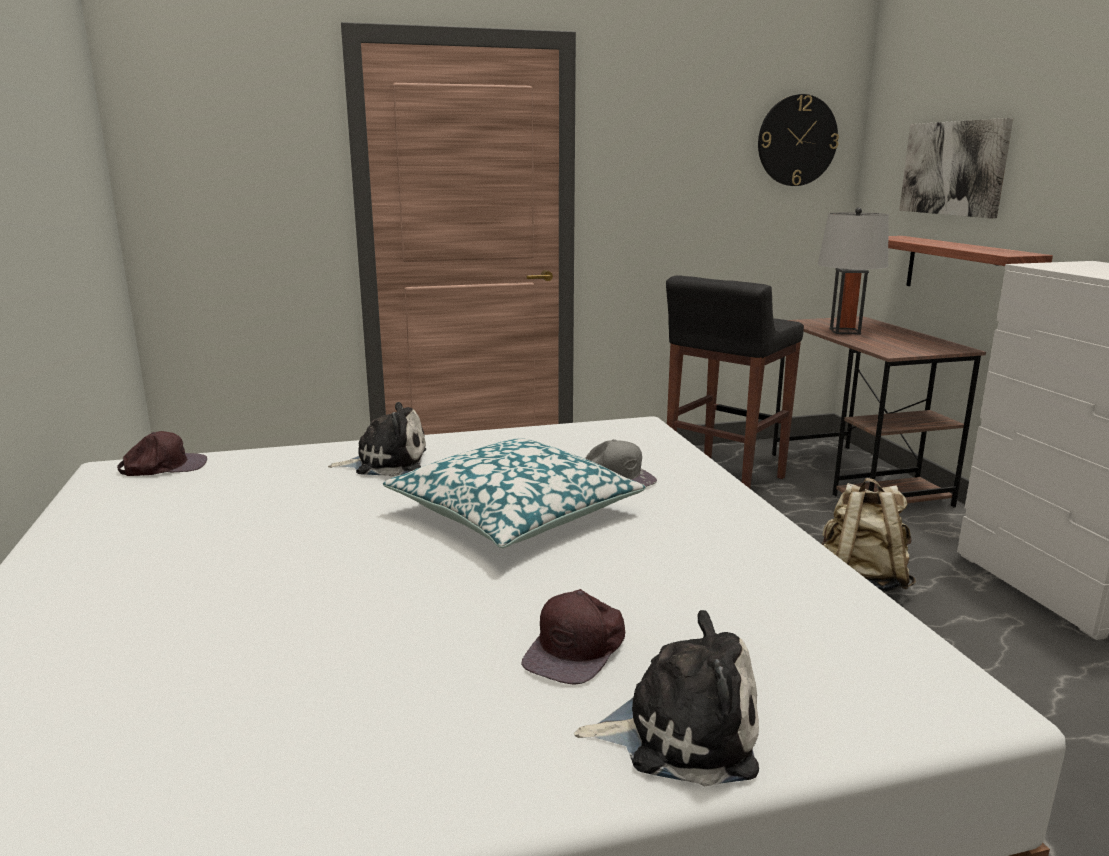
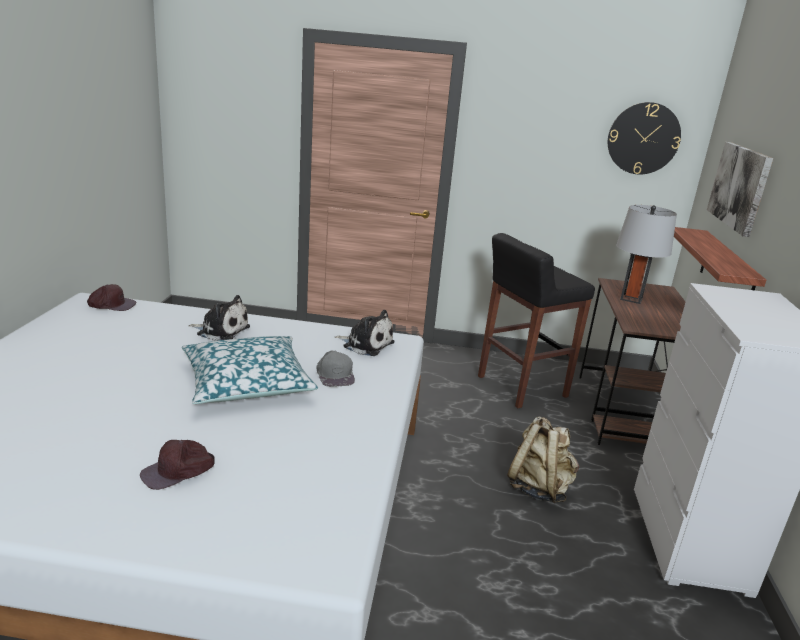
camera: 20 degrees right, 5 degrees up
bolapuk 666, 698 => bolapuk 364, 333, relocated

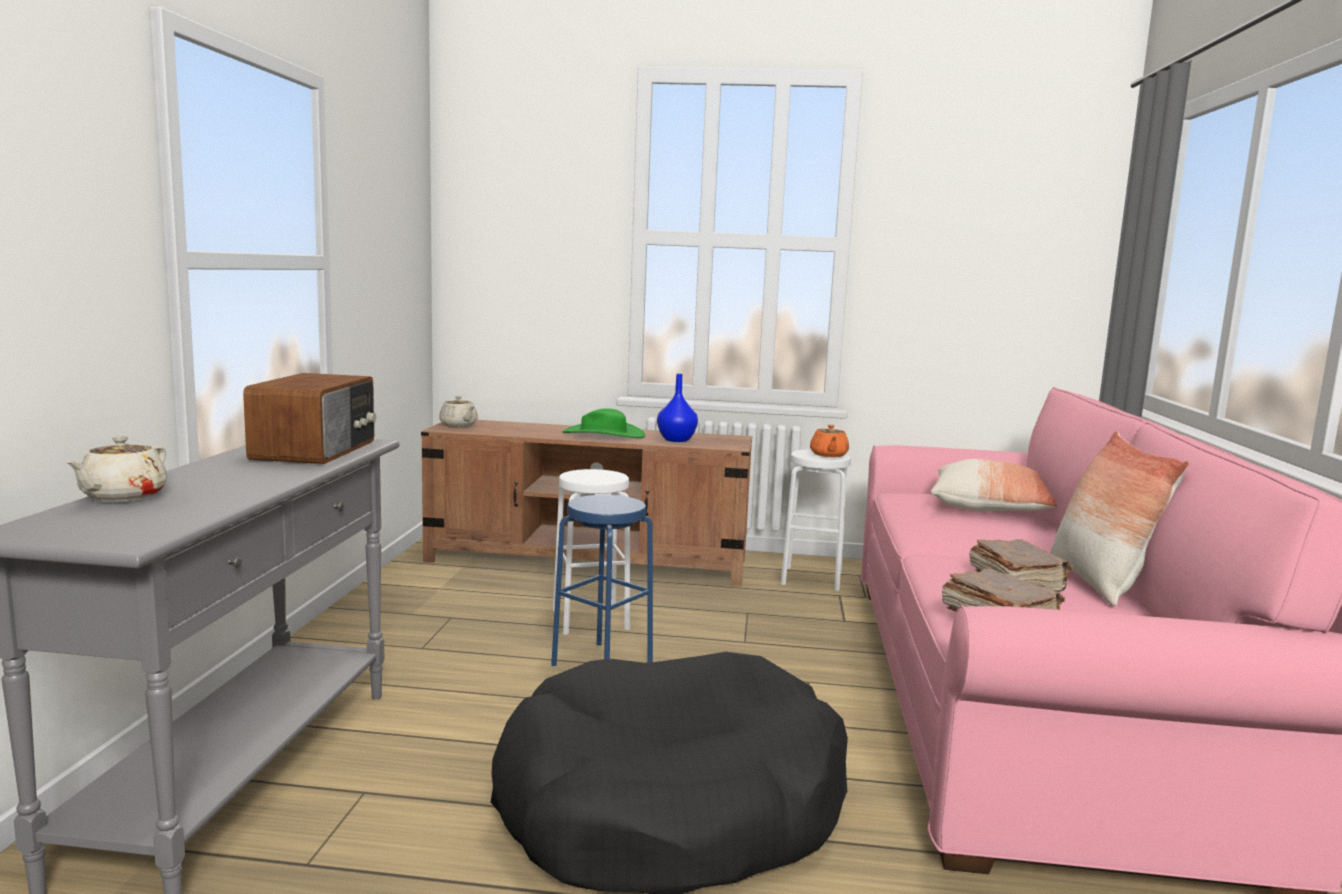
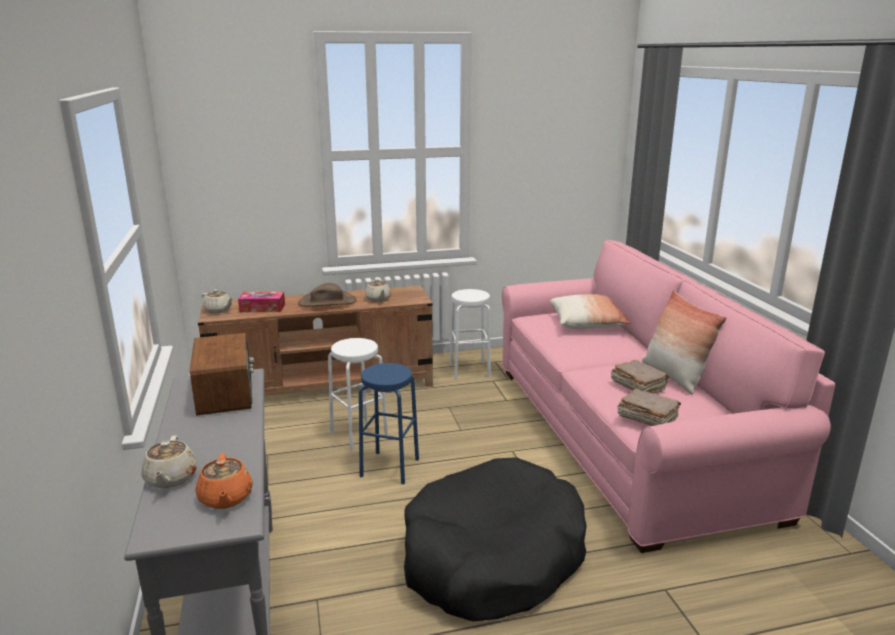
camera: 20 degrees left, 10 degrees up
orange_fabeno 829, 441 => orange_fabeno 224, 481, relocated
nothing => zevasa 261, 302
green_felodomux 603, 423 => brown_felodomux 327, 295
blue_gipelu 677, 408 => beige_fabeno 378, 290

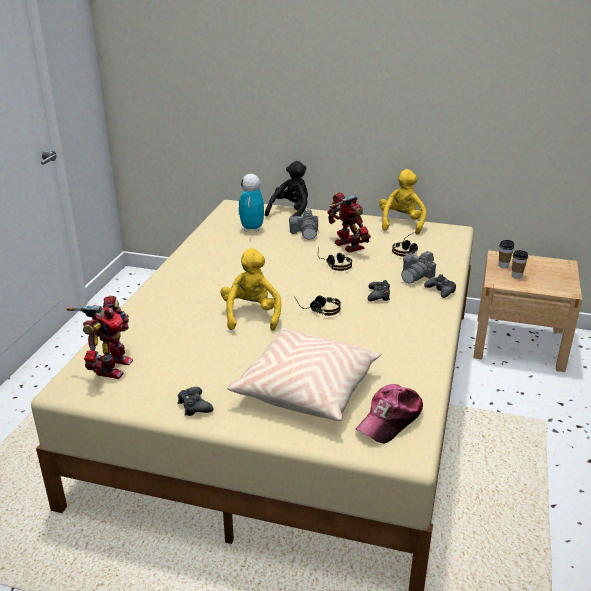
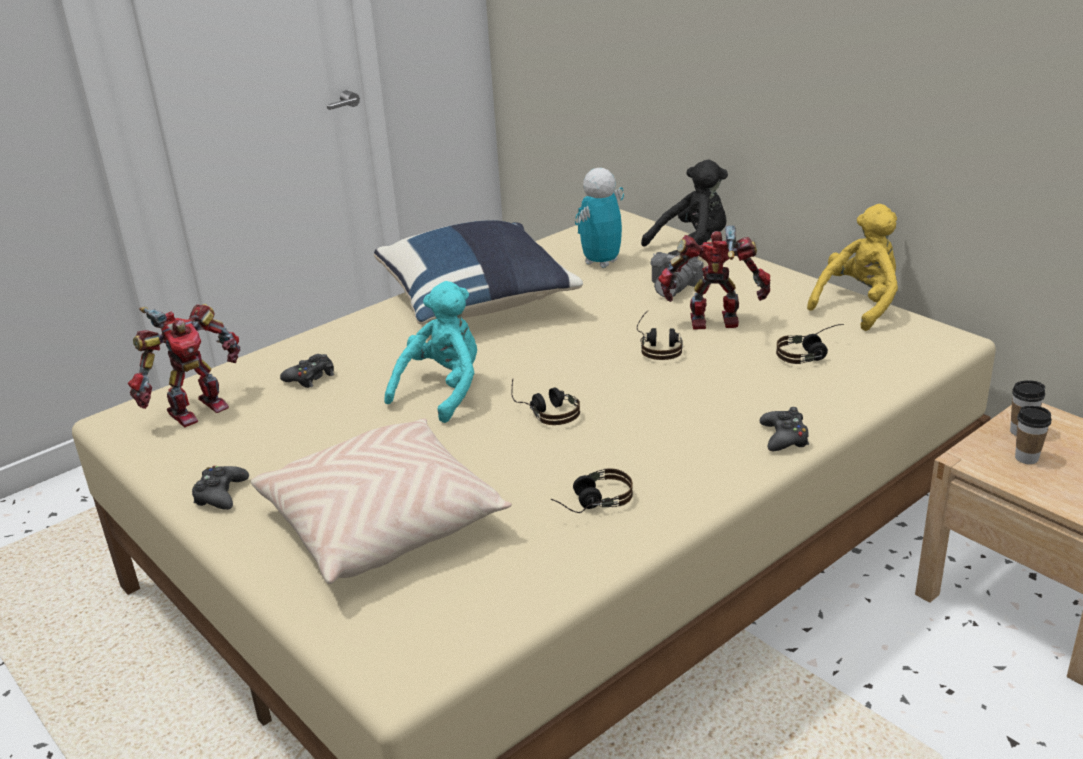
camera: 35 degrees right, 0 degrees up
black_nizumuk 379, 290 => black_nizumuk 307, 371, relocated
nothing => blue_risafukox 478, 272
yellow_bolapuk 251, 289 => turquoise_bolapuk 430, 352
nothing => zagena 592, 490
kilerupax 349, 222 => kilerupax 714, 277, 90 degrees counterclockwise
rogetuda 389, 414 => nothing
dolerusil 418, 267 => nothing

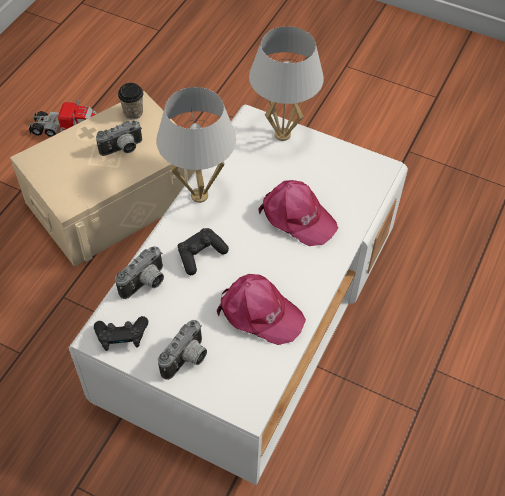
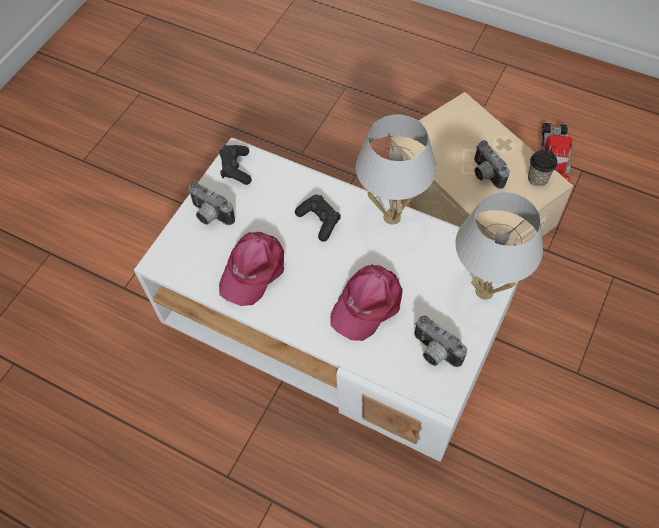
camera: 95 degrees right, 5 degrees up
dolerusil 139, 272 => dolerusil 440, 341, relocated

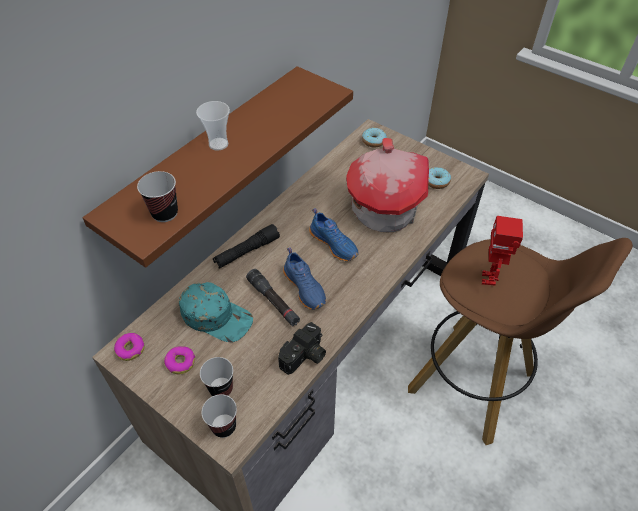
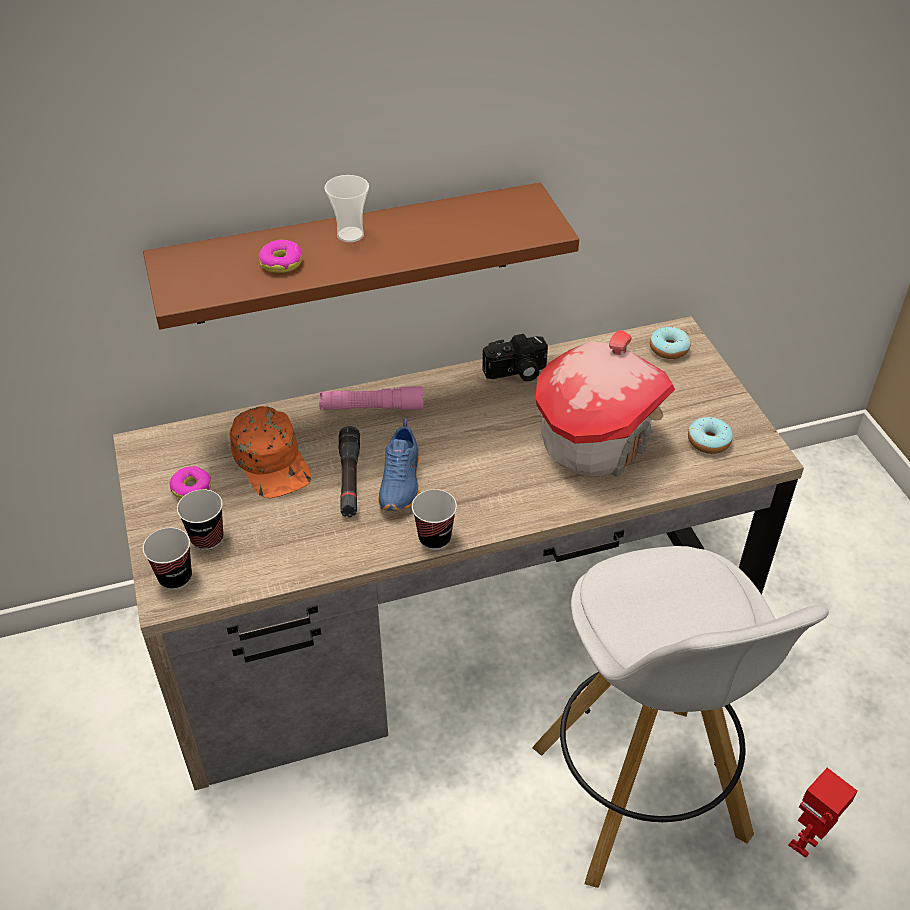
camera: 35 degrees right, 5 degrees down
turquoise_rogetuda 216, 312 => orange_rogetuda 270, 452
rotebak 129, 347 => rotebak 280, 256, relocated
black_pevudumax 246, 246 => pink_pevudumax 371, 398
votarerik 157, 196 => votarerik 434, 519, relocated
dolerusil 302, 348 => dolerusil 515, 357, relocated
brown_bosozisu 520, 341 => white_bosozisu 680, 717
kilerupax 502, 250 => kilerupax 823, 813, relocated
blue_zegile 334, 234 => nothing

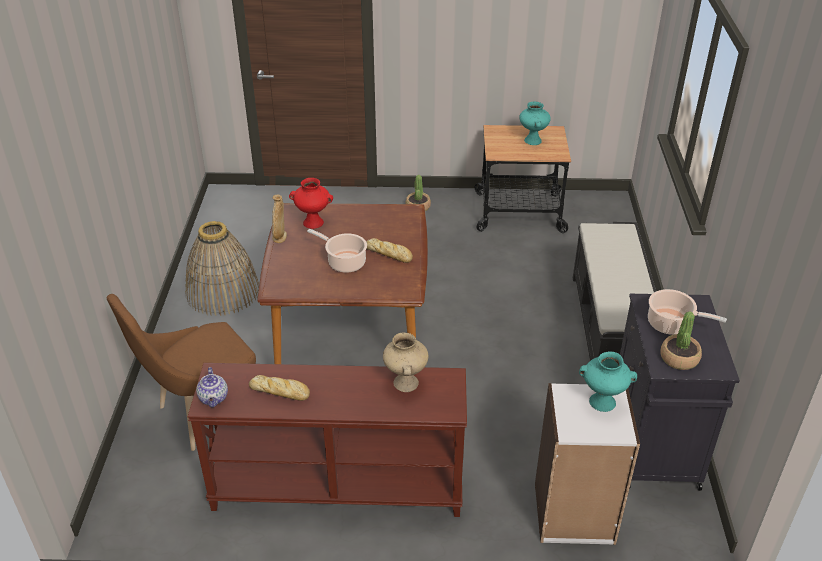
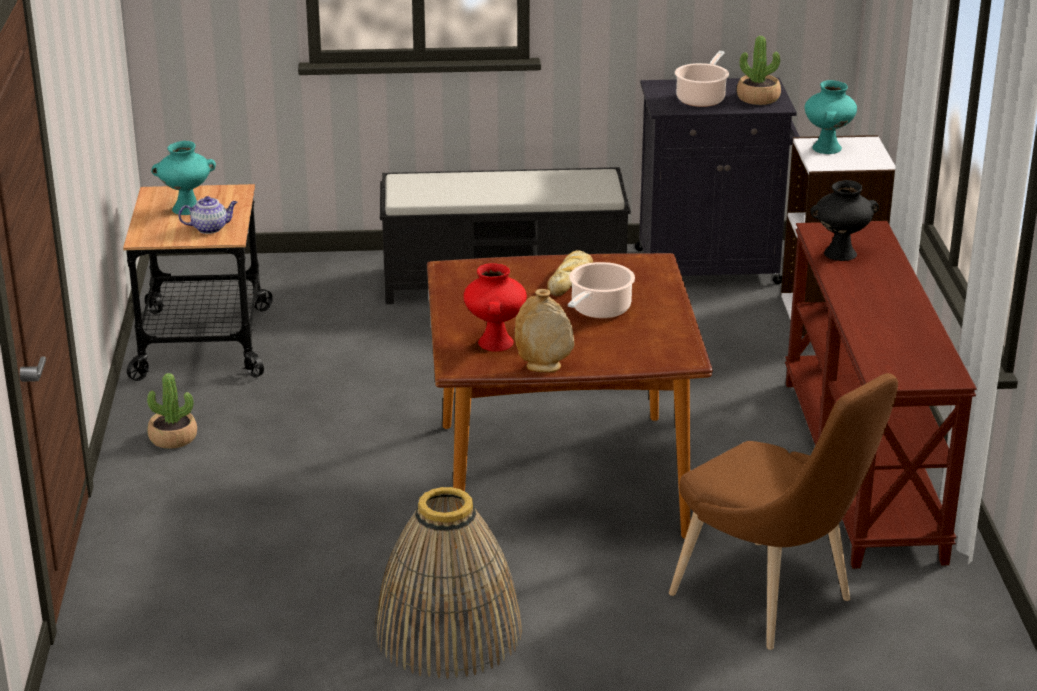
camera: 95 degrees left, 10 degrees down
fabeno 212, 387 => fabeno 207, 215, relocated
beige_gipelu 405, 362 => black_gipelu 844, 220
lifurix 279, 388 => nothing

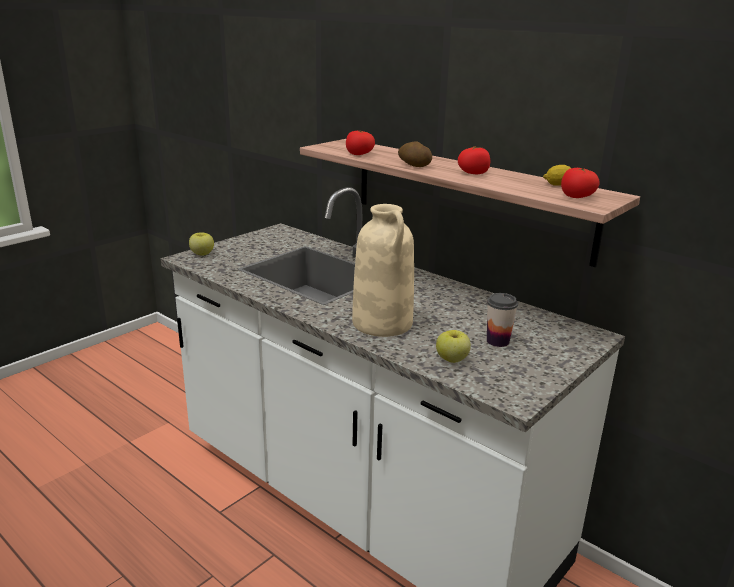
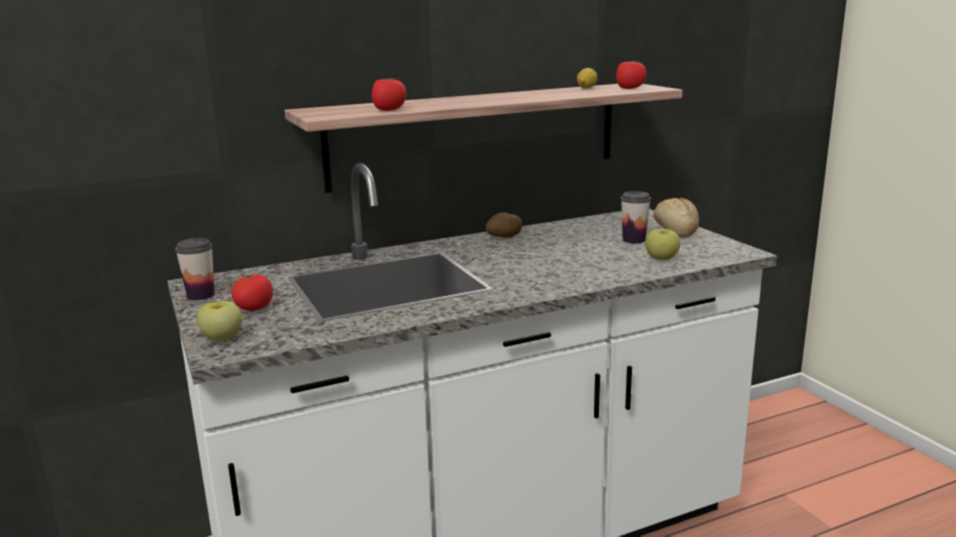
camera: 65 degrees left, 5 degrees down
nothing => votarerik 195, 269
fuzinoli 474, 160 => fuzinoli 252, 292, relocated
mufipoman 415, 154 => mufipoman 503, 225, relocated
nothing => lifurix 676, 217
beige_gipelu 383, 270 => nothing

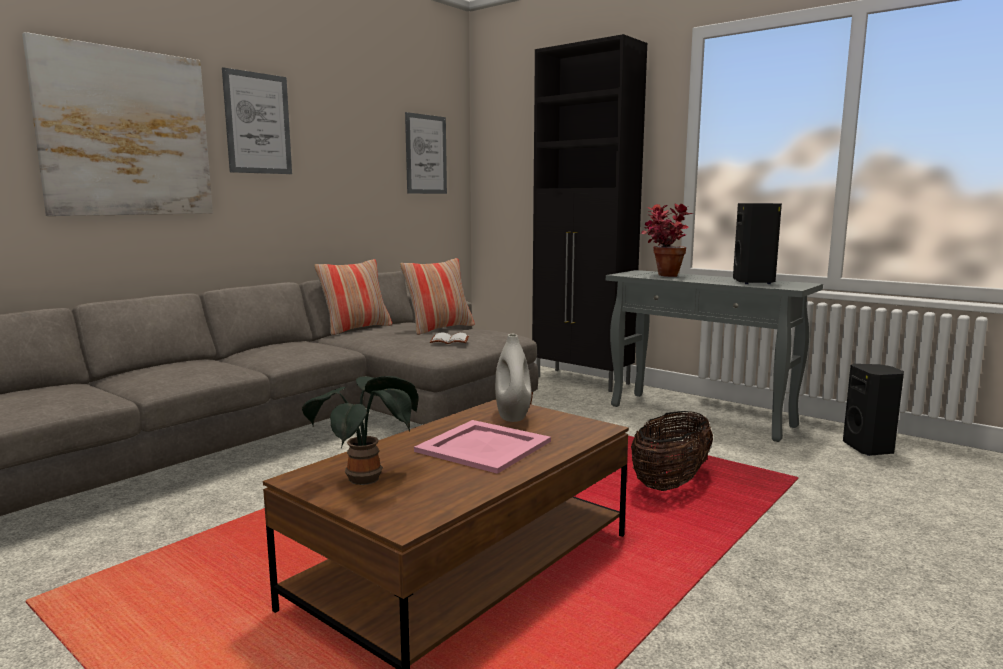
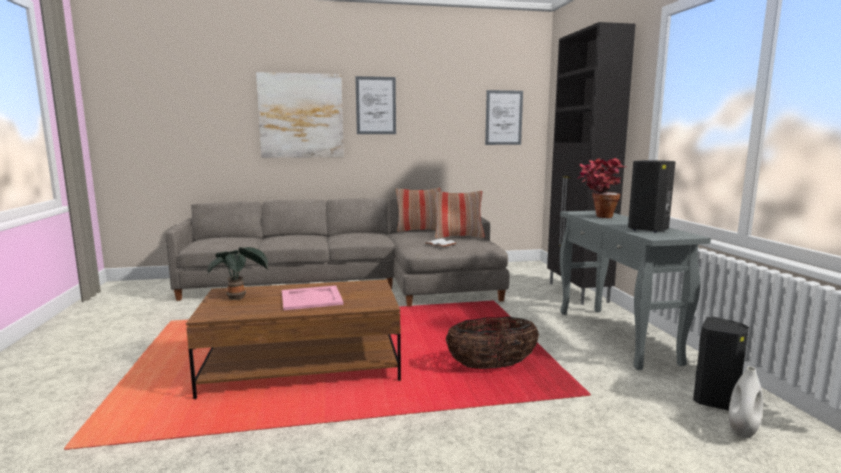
camera: 40 degrees right, 0 degrees up
white_gipelu 513, 378 => white_gipelu 746, 402, relocated

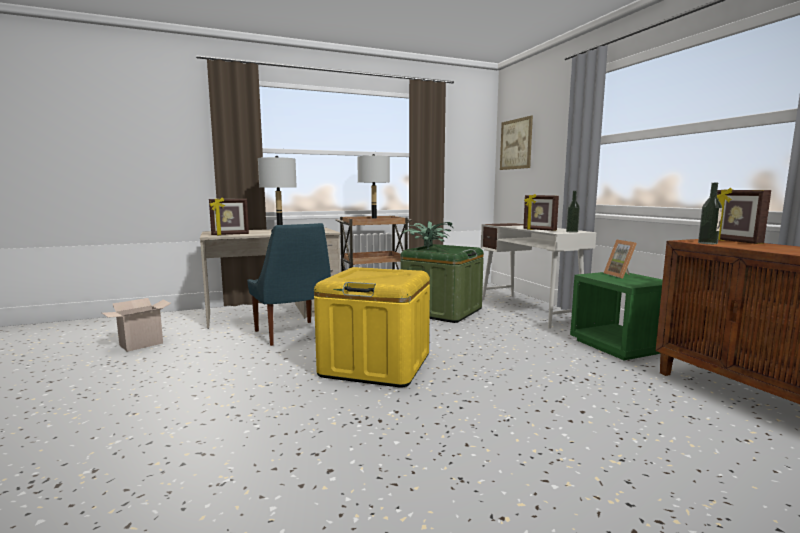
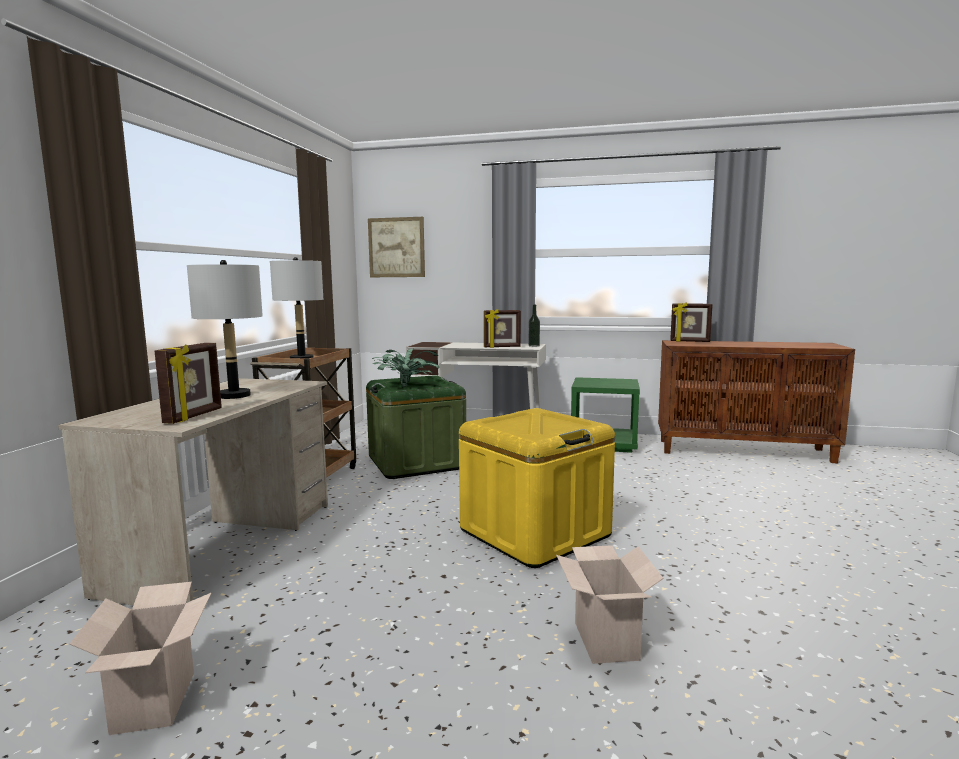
camera: 55 degrees left, 0 degrees up
nothing => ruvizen 610, 604
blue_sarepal 289, 284 => nothing
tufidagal 620, 259 => nothing
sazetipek 710, 213 => nothing

